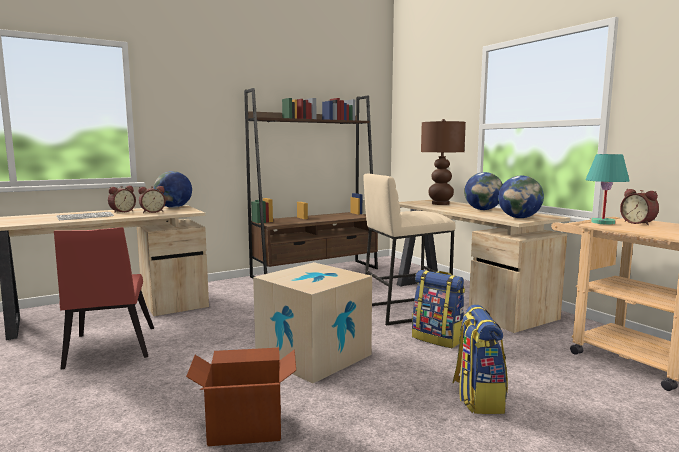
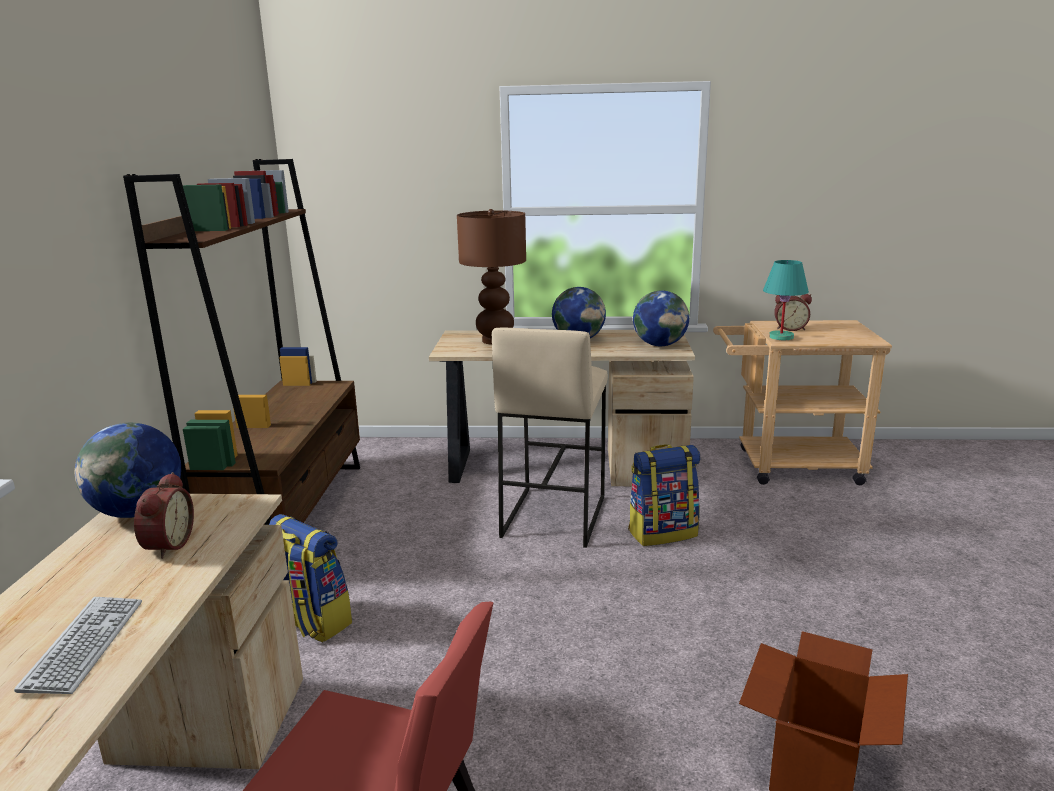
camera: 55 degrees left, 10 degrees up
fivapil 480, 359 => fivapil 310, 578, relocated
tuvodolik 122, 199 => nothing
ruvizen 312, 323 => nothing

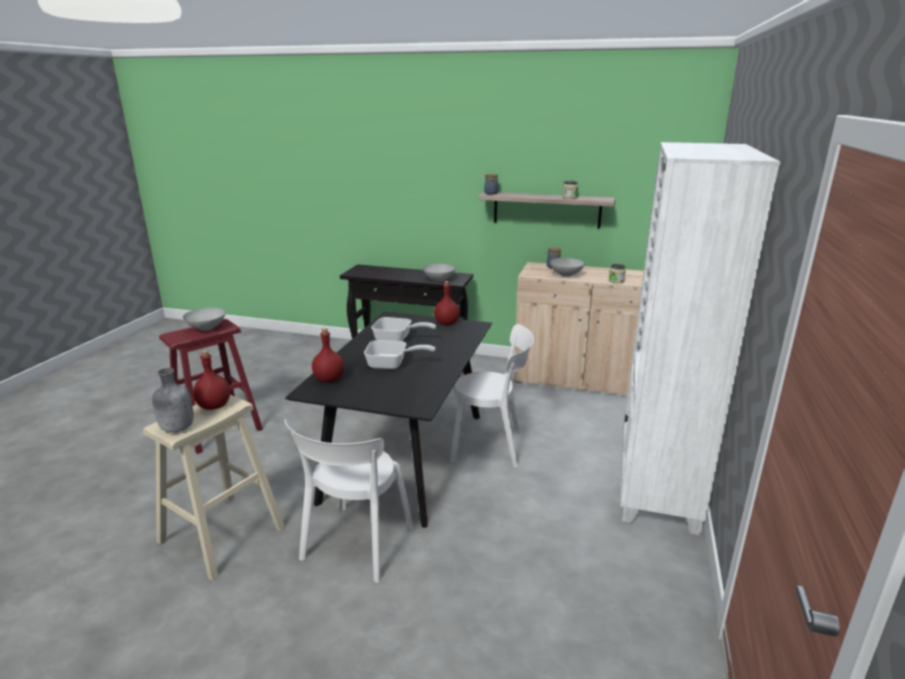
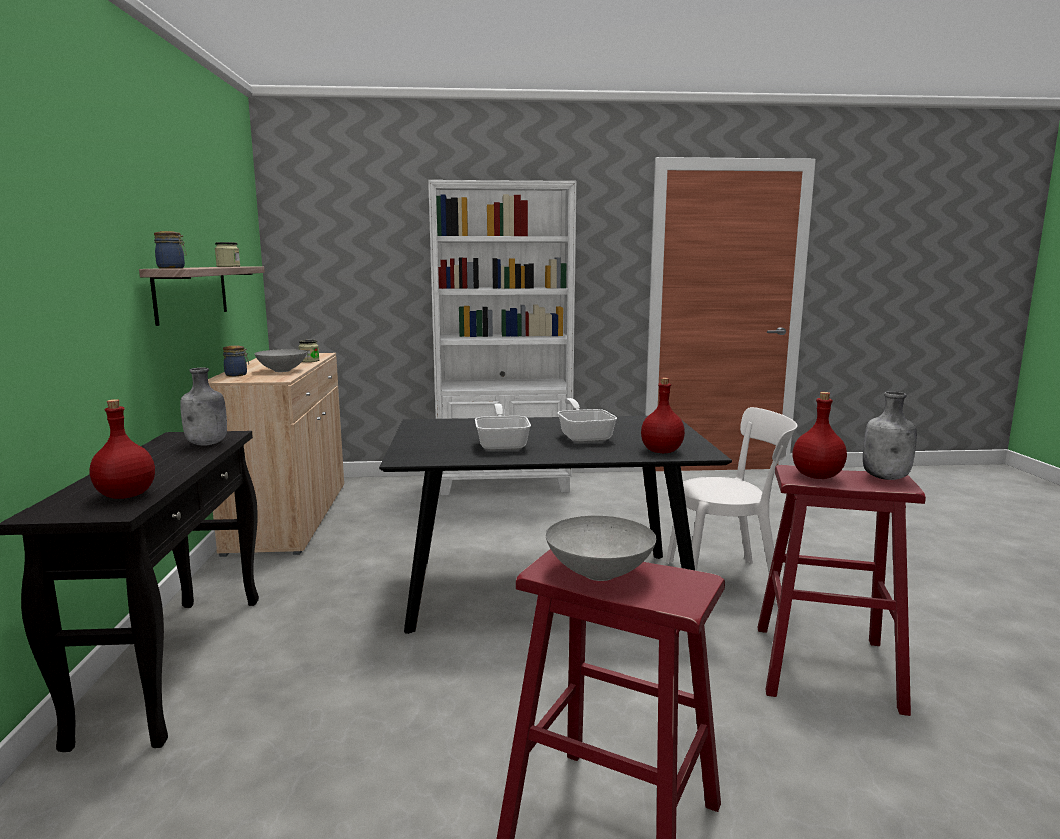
camera: 110 degrees left, 10 degrees down
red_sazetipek 447, 303 => red_sazetipek 122, 449, relocated
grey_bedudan 439, 272 => grey_sazetipek 203, 407
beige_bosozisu 214, 488 => red_bosozisu 842, 590
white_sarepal 492, 396 => nothing

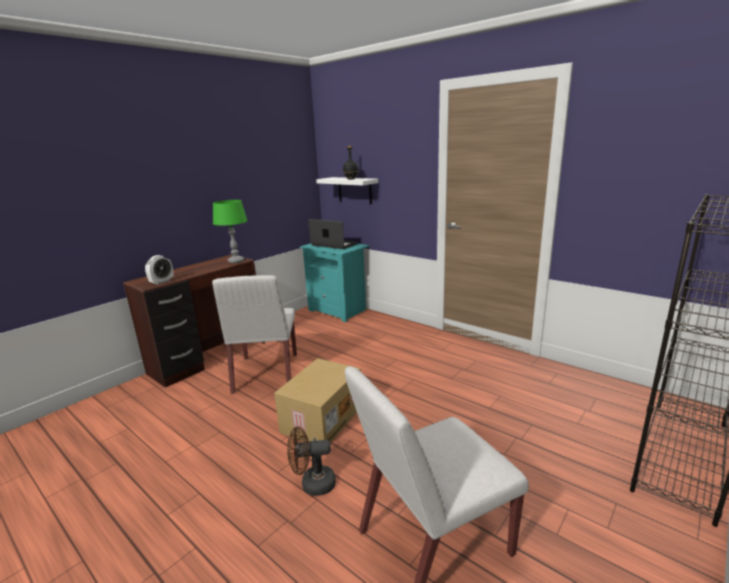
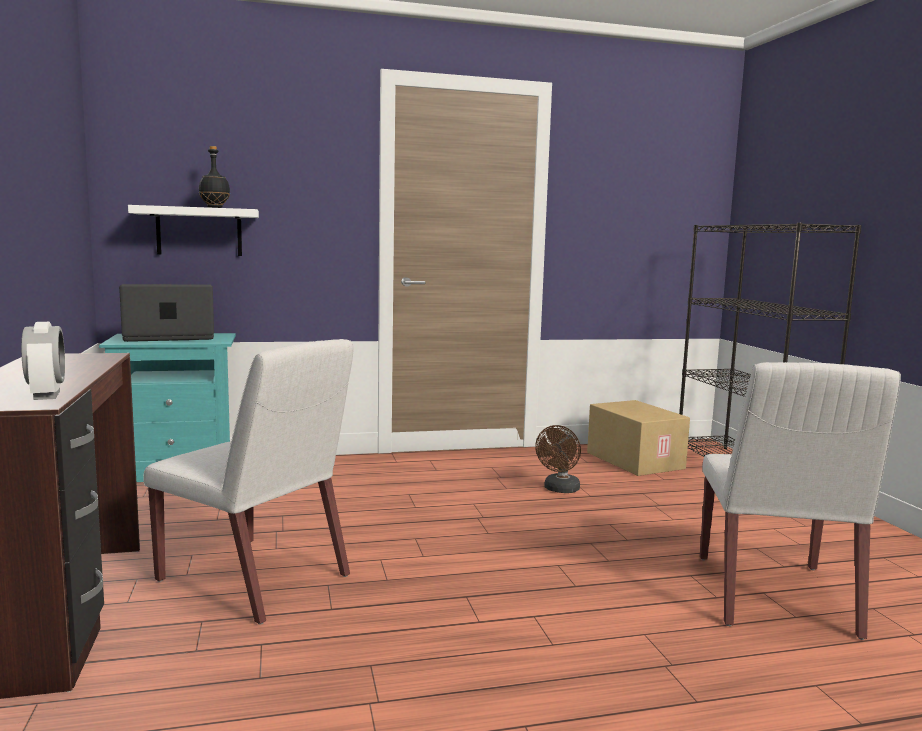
camera: 55 degrees left, 10 degrees down
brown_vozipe 311, 461 => brown_vozipe 558, 459, relocated
ruvizen 317, 400 => ruvizen 638, 438, relocated
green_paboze 230, 231 => nothing

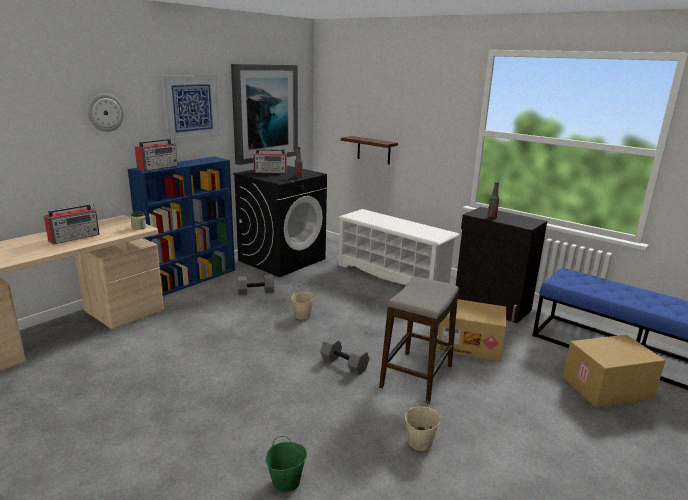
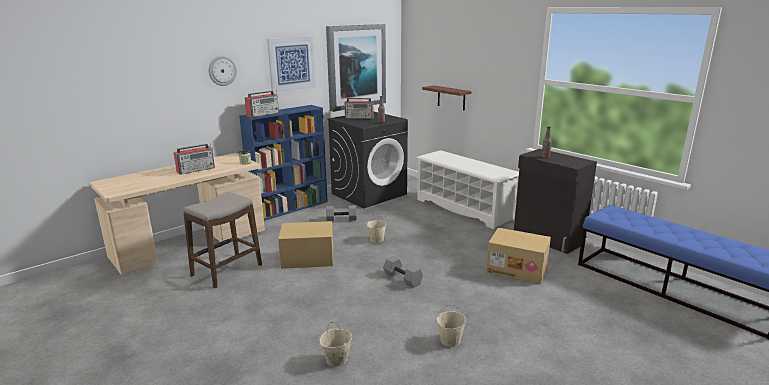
camera: 10 degrees right, 0 degrees up
bosozisu 419, 340 => bosozisu 222, 240, relocated
ruvizen 614, 370 => ruvizen 305, 245, relocated
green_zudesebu 286, 464 => beige_zudesebu 336, 344

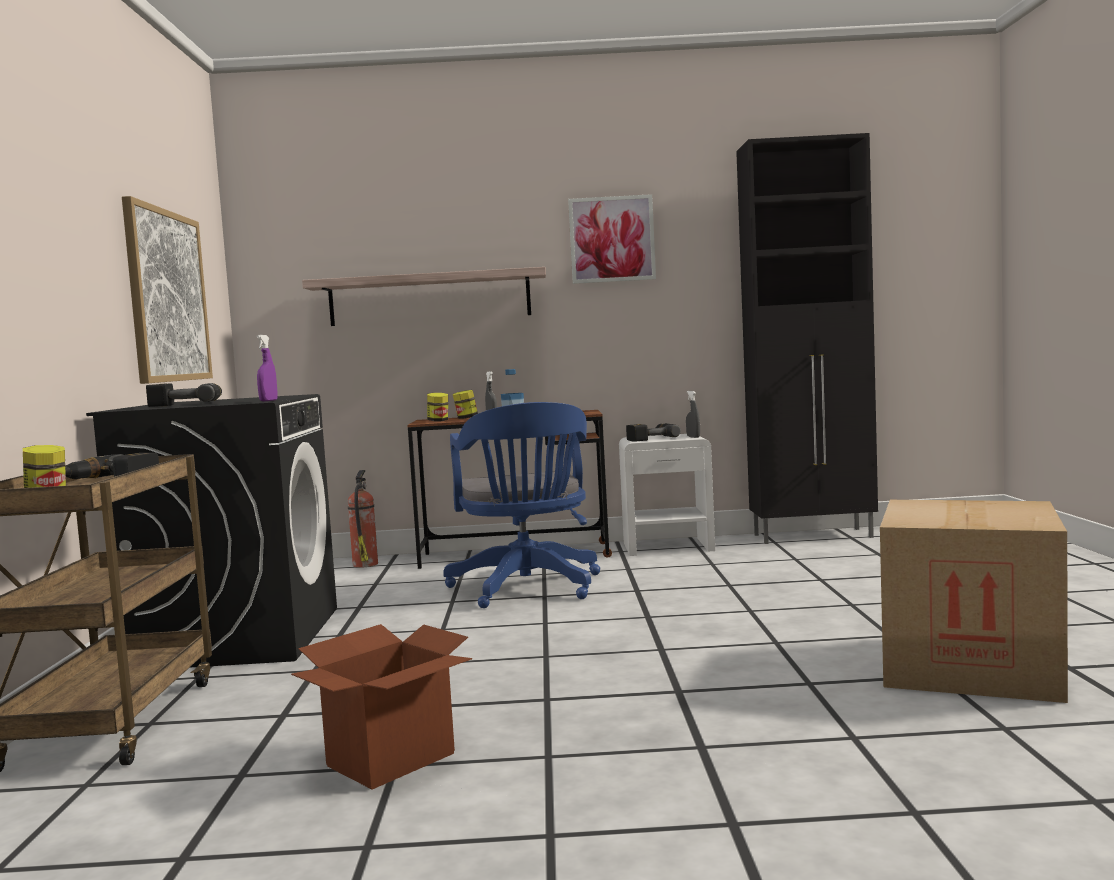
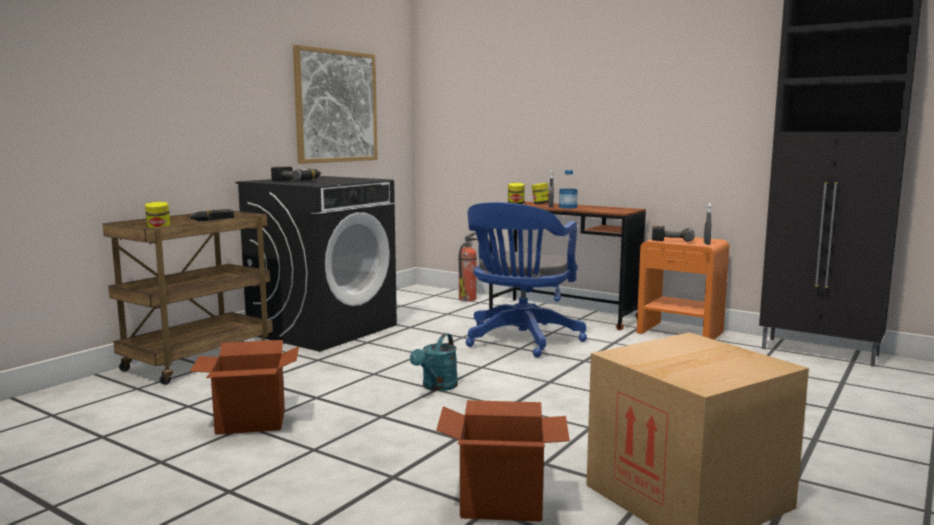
camera: 35 degrees right, 5 degrees up
nothing => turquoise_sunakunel 434, 362
nothing => ruvizen 503, 461
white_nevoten 667, 495 => orange_nevoten 683, 288
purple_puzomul 267, 368 => nothing
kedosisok 424, 296 => nothing
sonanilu 612, 239 => nothing

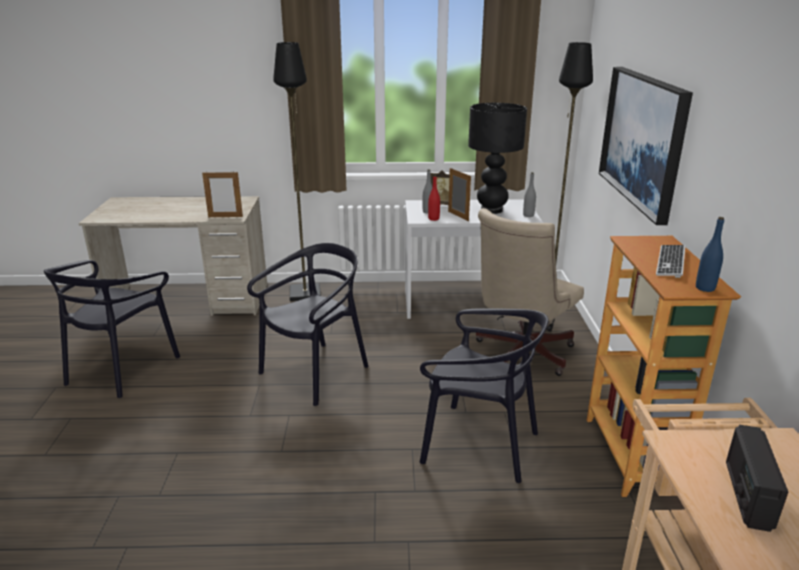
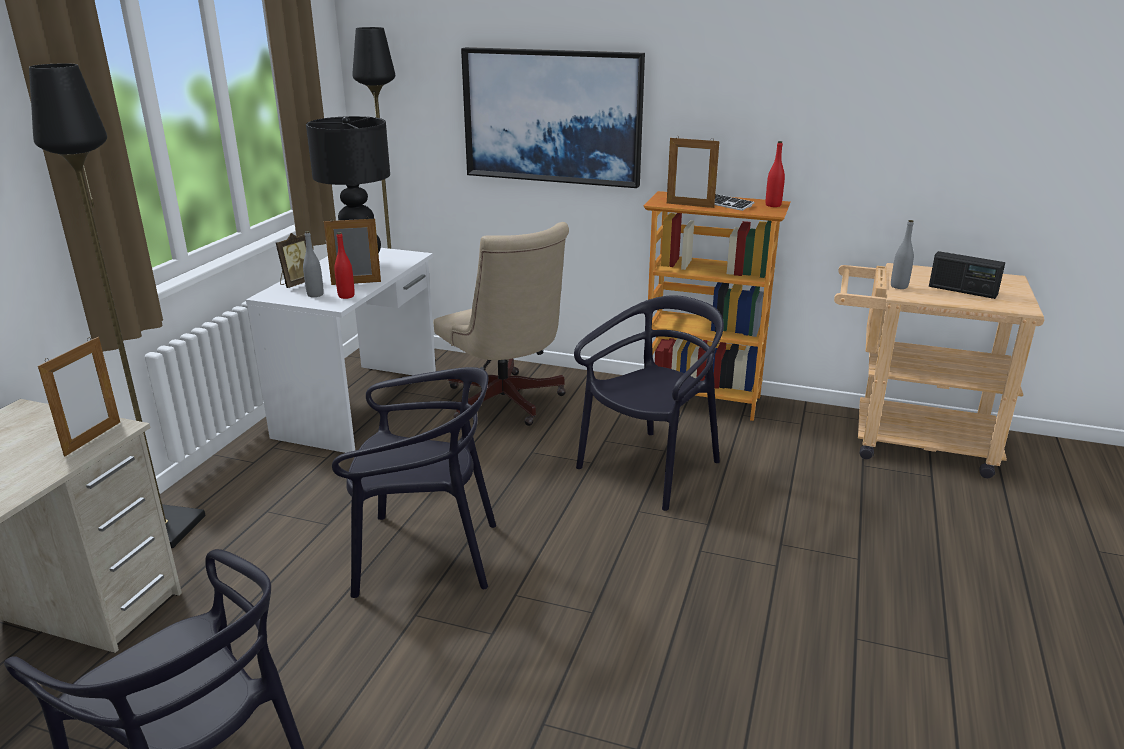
camera: 70 degrees left, 0 degrees up
black_sarepal 307, 324 => black_sarepal 414, 482, 120 degrees clockwise
nothing => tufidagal 693, 172
blue_sazetipek 710, 254 => red_sazetipek 775, 174
grey_sazetipek 529, 194 => grey_sazetipek 902, 254, relocated

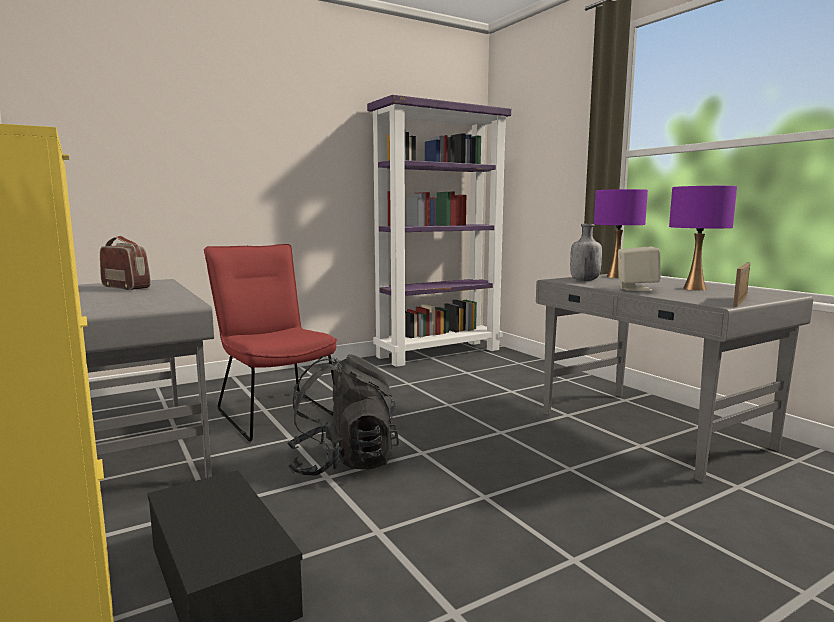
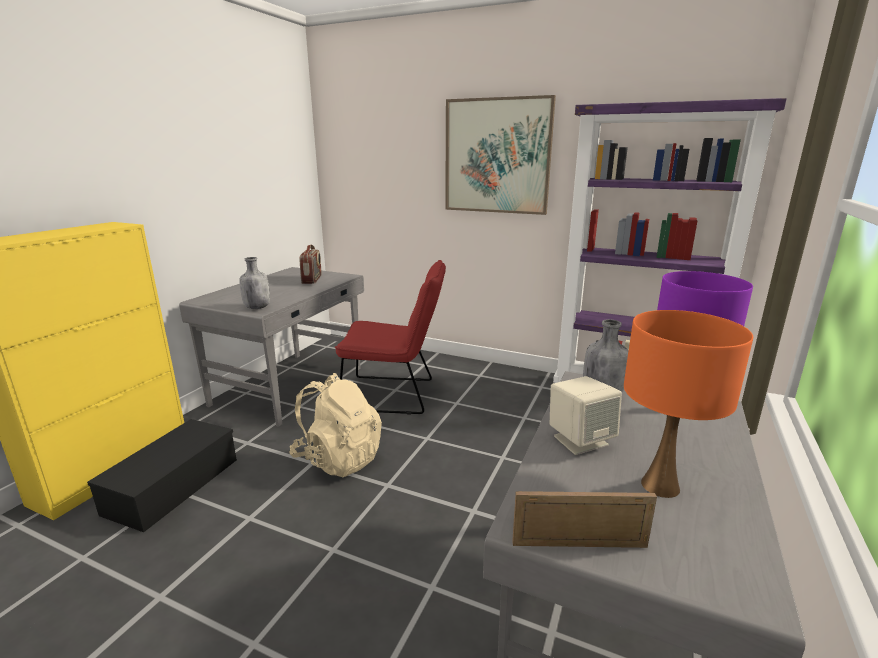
camera: 55 degrees right, 10 degrees up
nothing => grey_sazetipek 254, 283
black_fivapil 343, 415 => beige_fivapil 335, 425
red_sarepal 270, 343 => red_sarepal 390, 337, 75 degrees clockwise
nothing => sonanilu 500, 155
purple_paboze 703, 238 => orange_paboze 688, 404

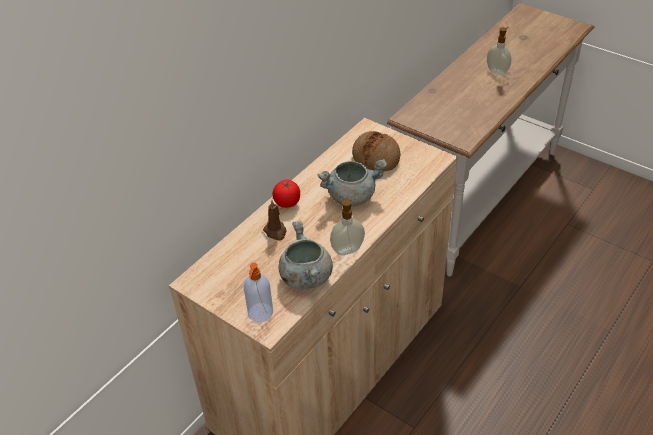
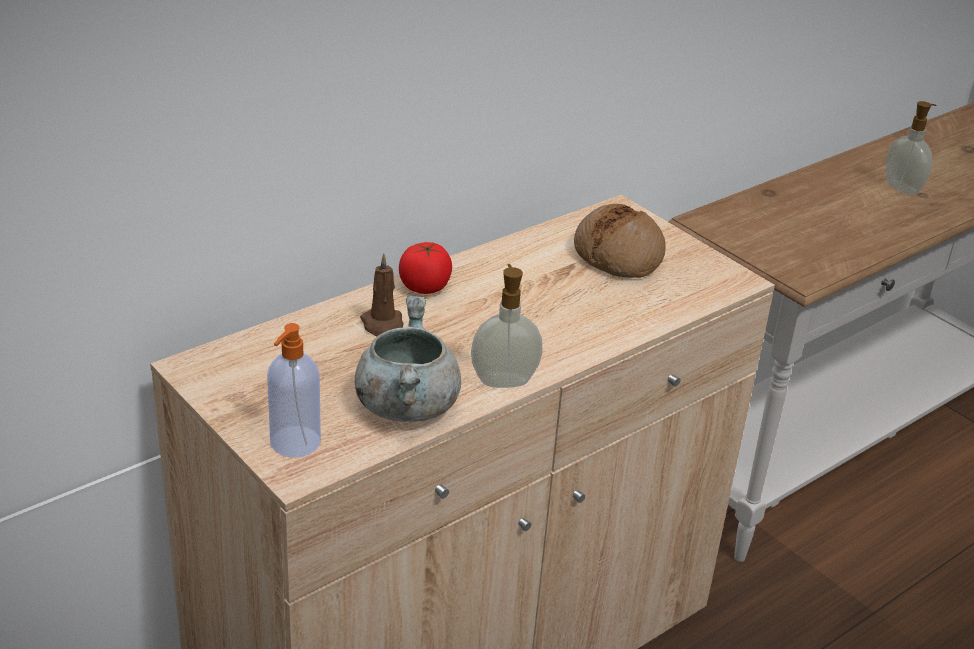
camera: 10 degrees right, 10 degrees down
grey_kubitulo 352, 182 => nothing

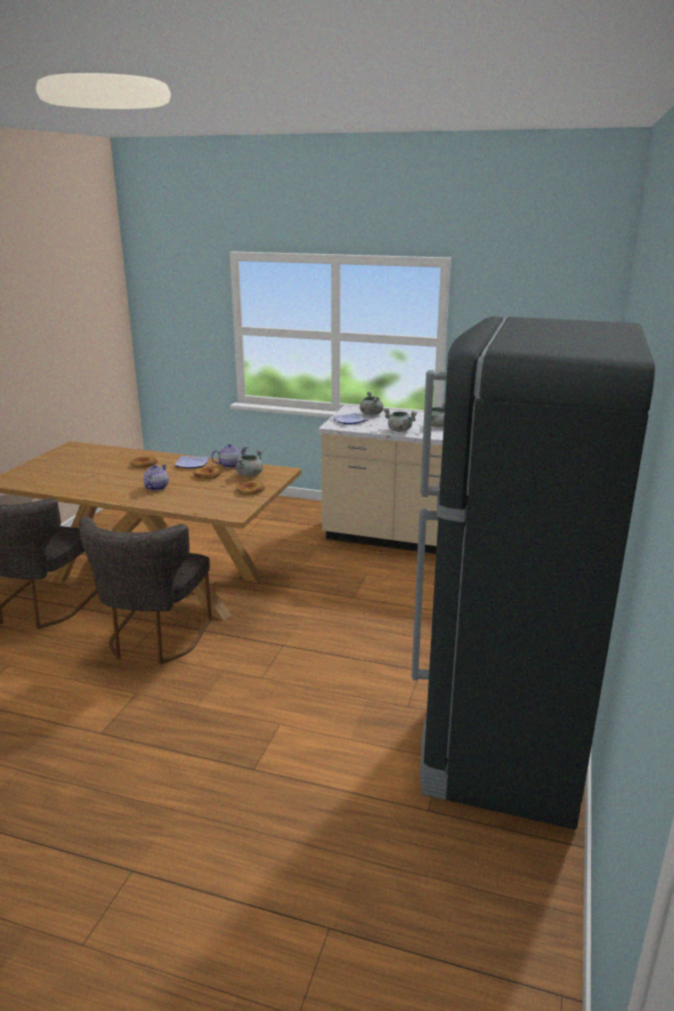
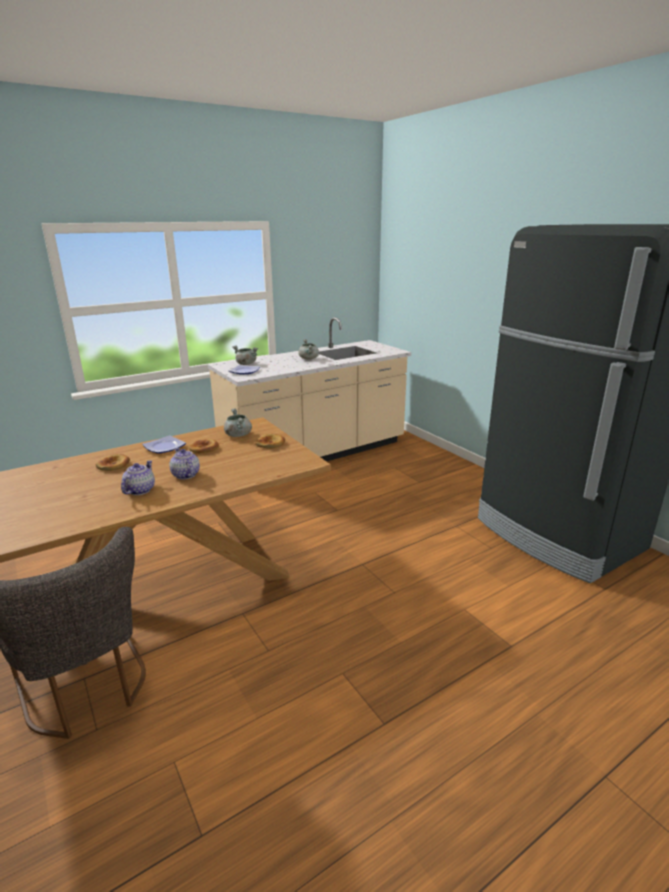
camera: 50 degrees left, 0 degrees up
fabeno 229, 456 => fabeno 138, 477, relocated
grey_sarepal 145, 590 => nothing
grey_kubitulo 400, 420 => nothing

